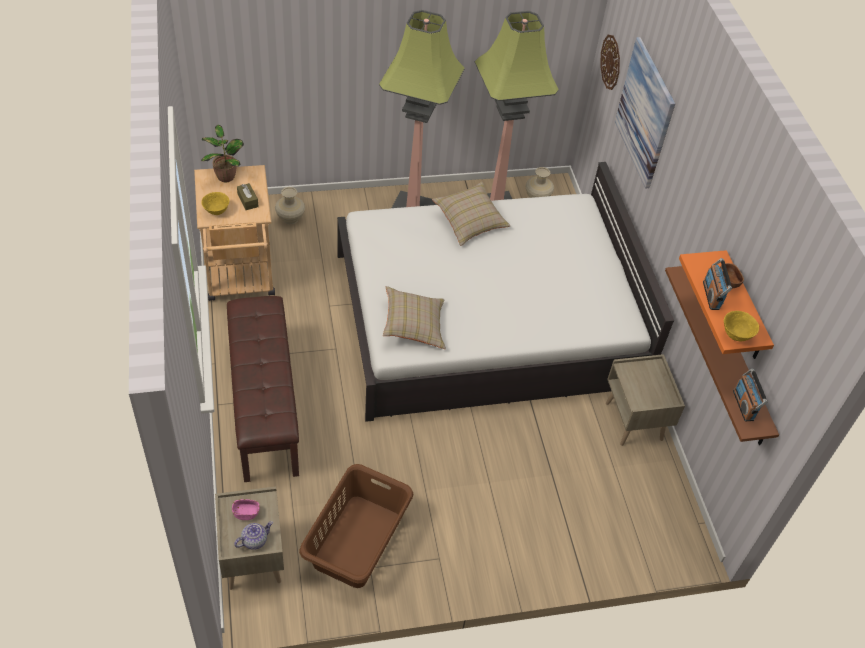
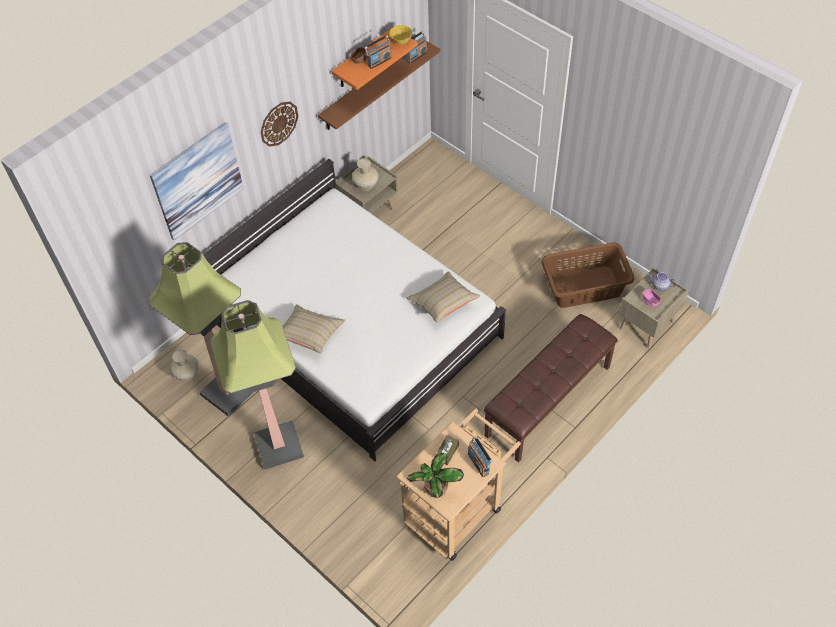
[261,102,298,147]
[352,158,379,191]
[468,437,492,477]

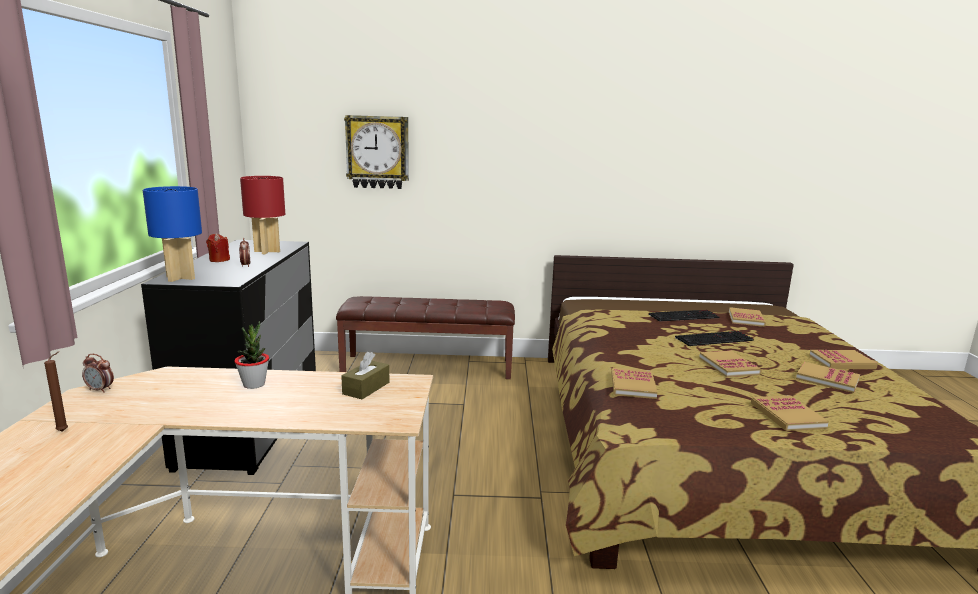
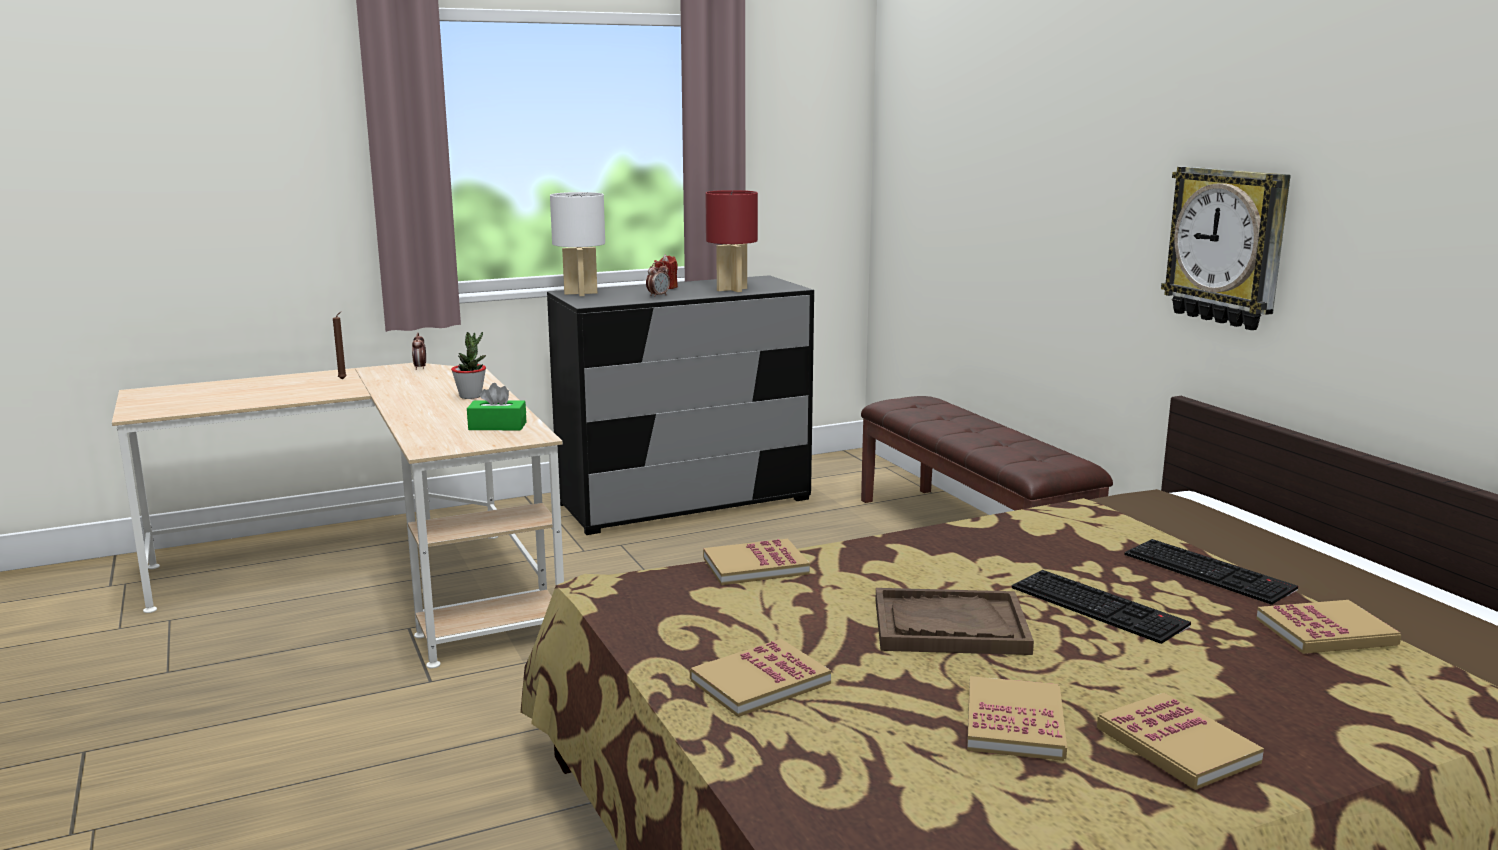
[1161,166,1291,330]
[550,192,605,296]
[875,588,1034,655]
[467,383,526,430]

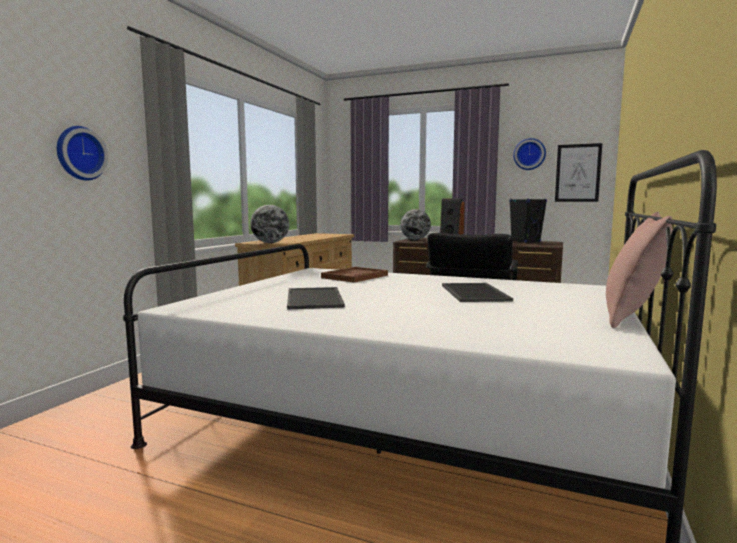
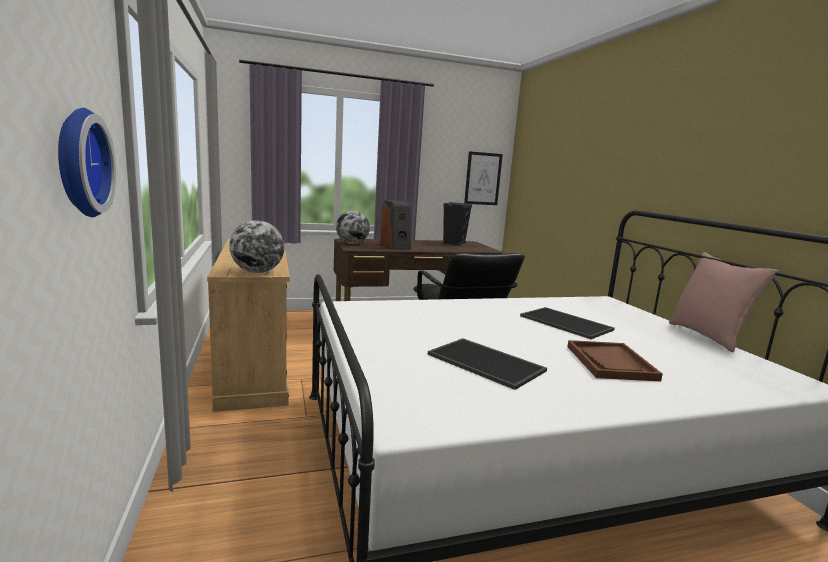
[513,138,546,170] (first image)
[567,340,663,381]

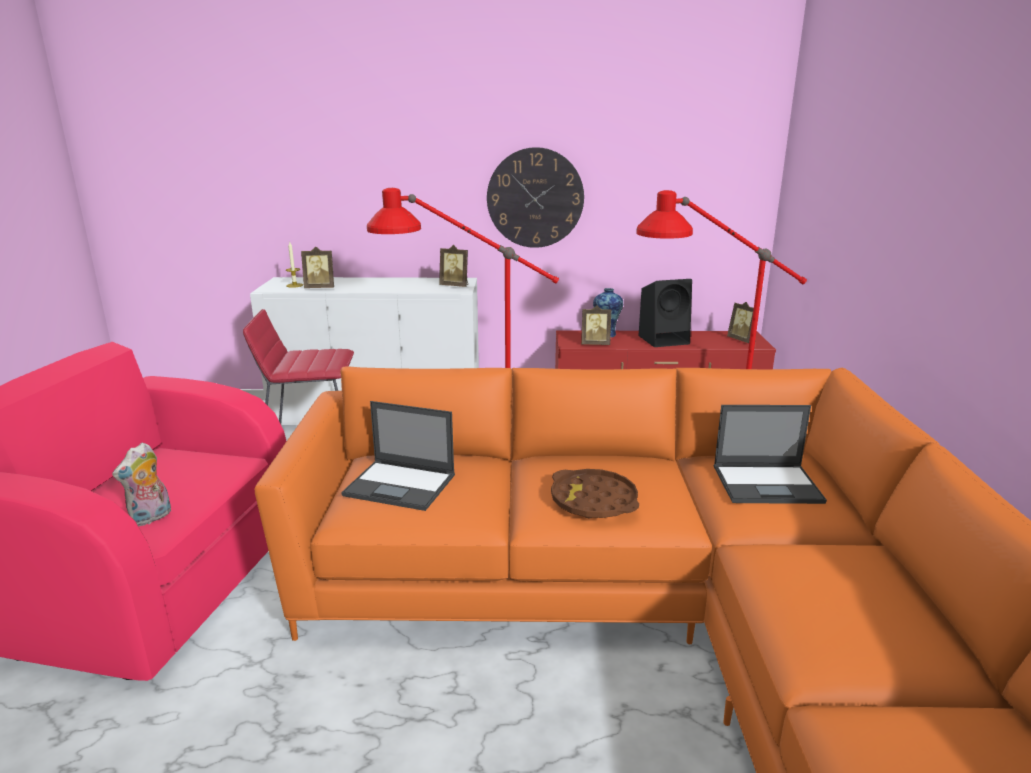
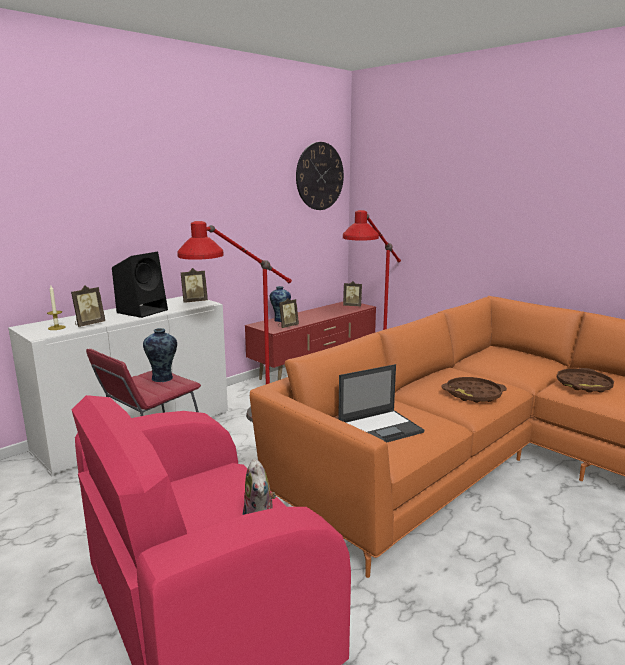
[296,142,344,210]
[112,252,168,318]
[714,405,827,504] (first image)
[143,328,177,382]
[557,368,614,393]

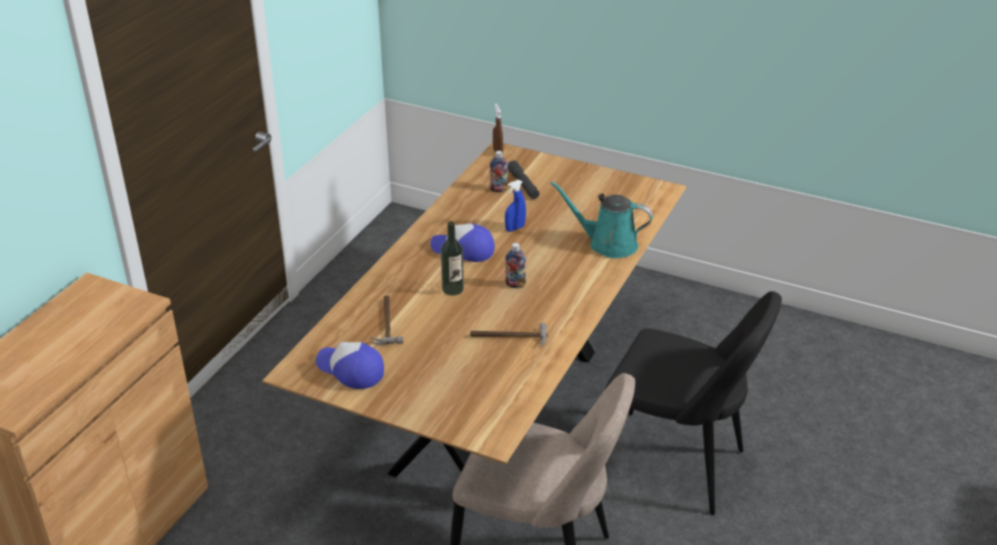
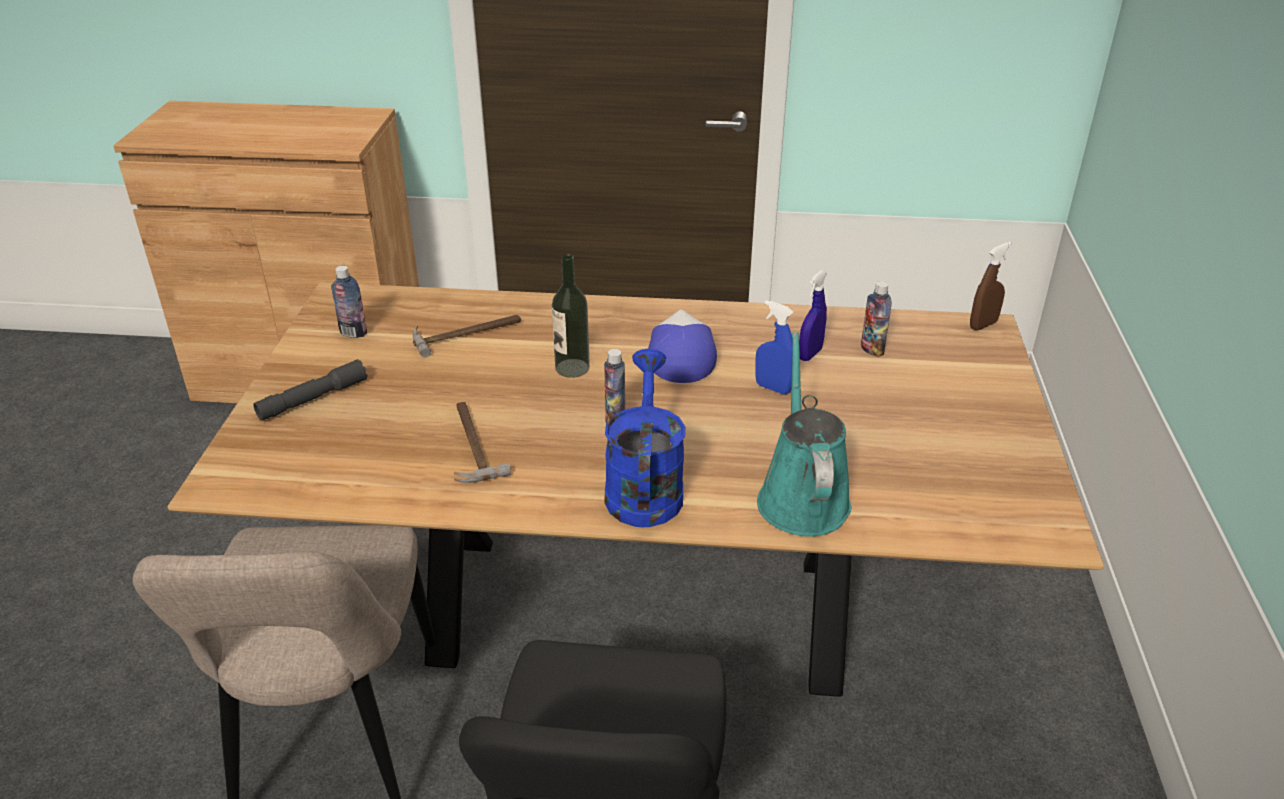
[253,359,367,421]
[331,266,367,338]
[799,270,827,361]
[605,348,685,527]

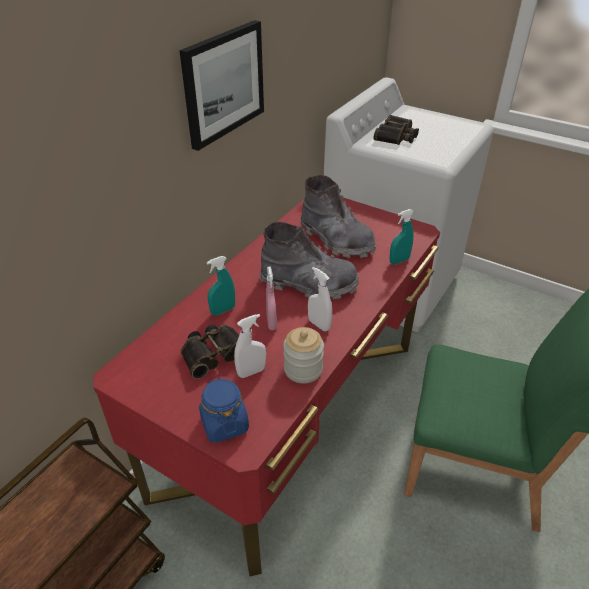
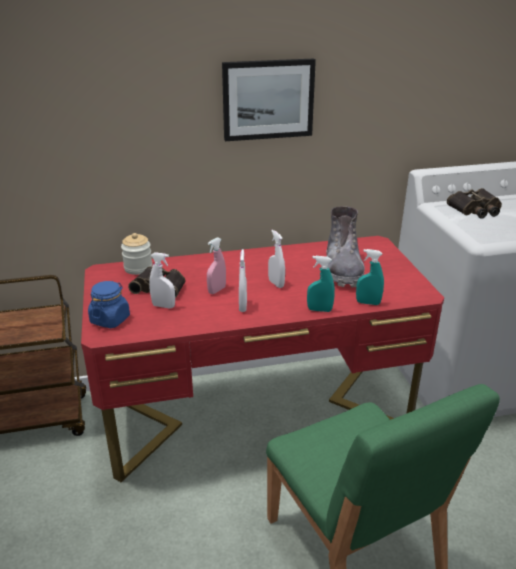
[268,230,285,288]
[307,256,335,312]
[121,233,153,275]

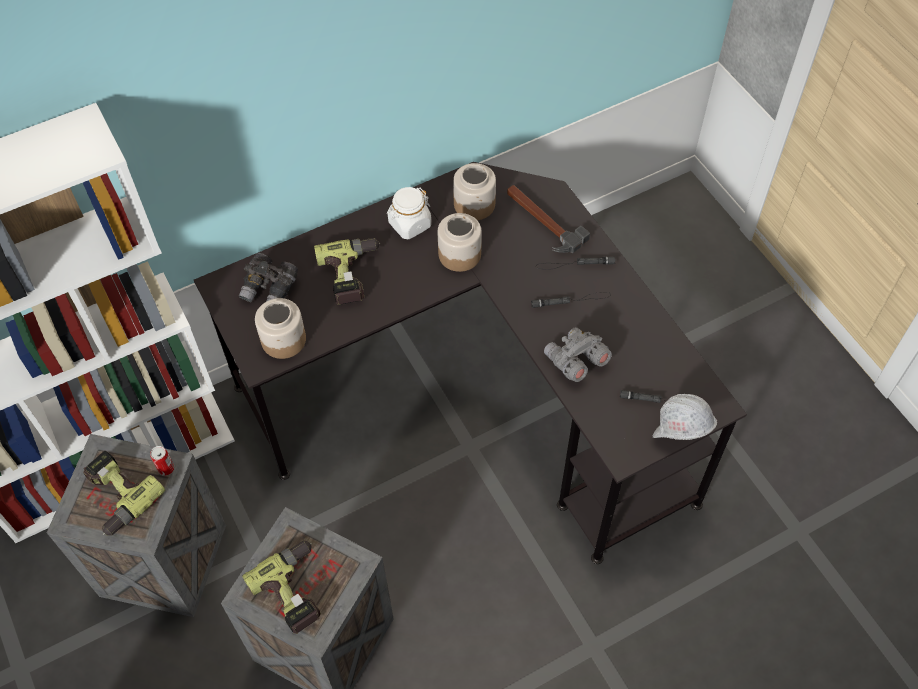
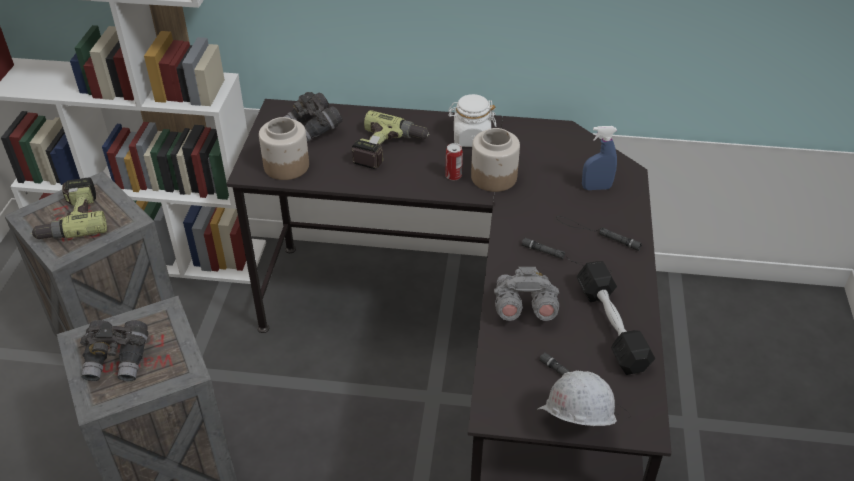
[453,163,496,220] (first image)
[582,126,617,190]
[445,143,463,181]
[80,320,148,381]
[577,261,655,375]

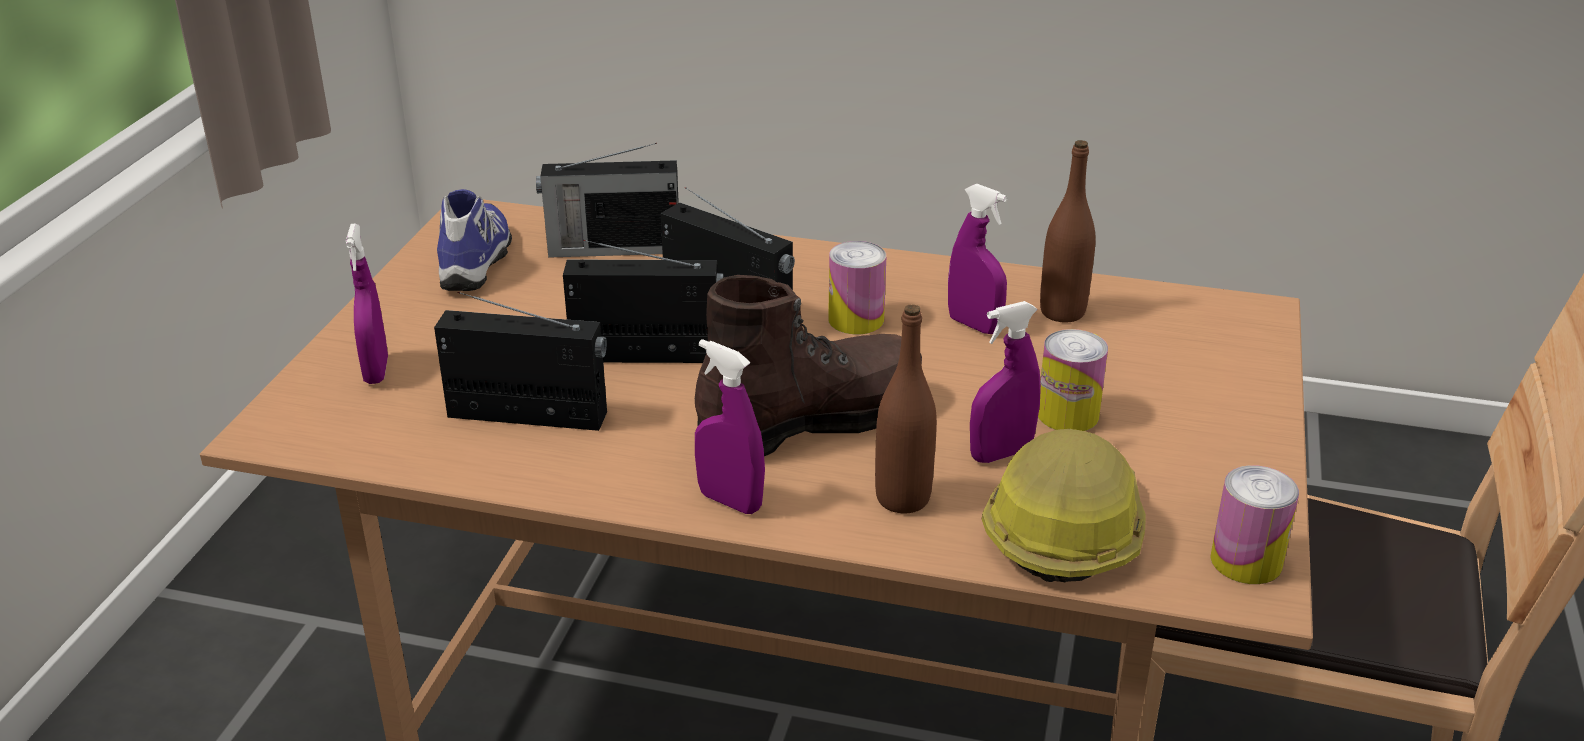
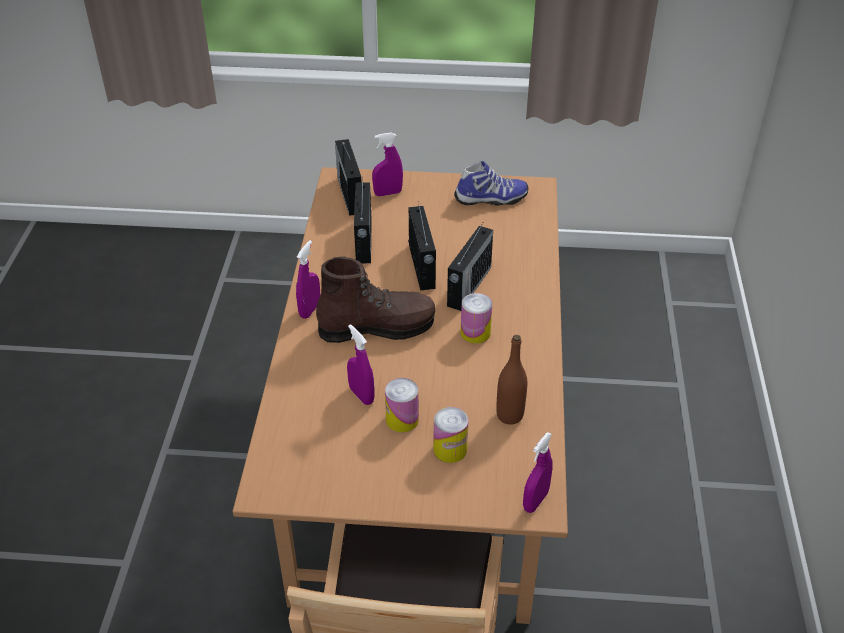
[335,139,362,216]
[523,432,553,513]
[316,256,436,343]
[875,305,937,513] (first image)
[982,429,1146,583] (first image)
[433,407,469,463]

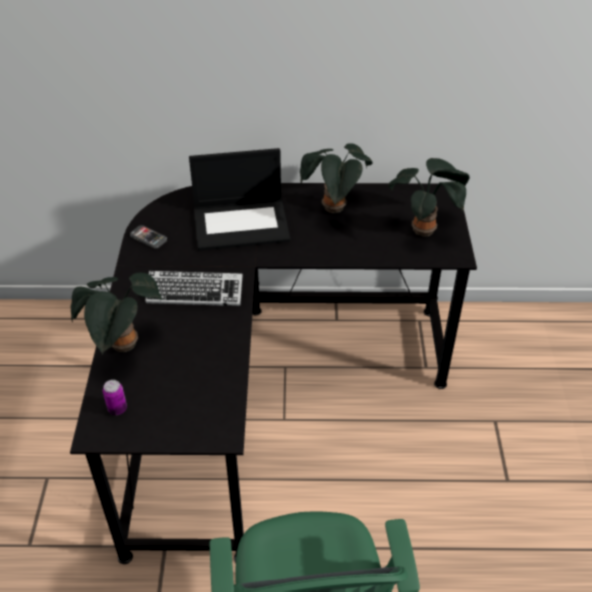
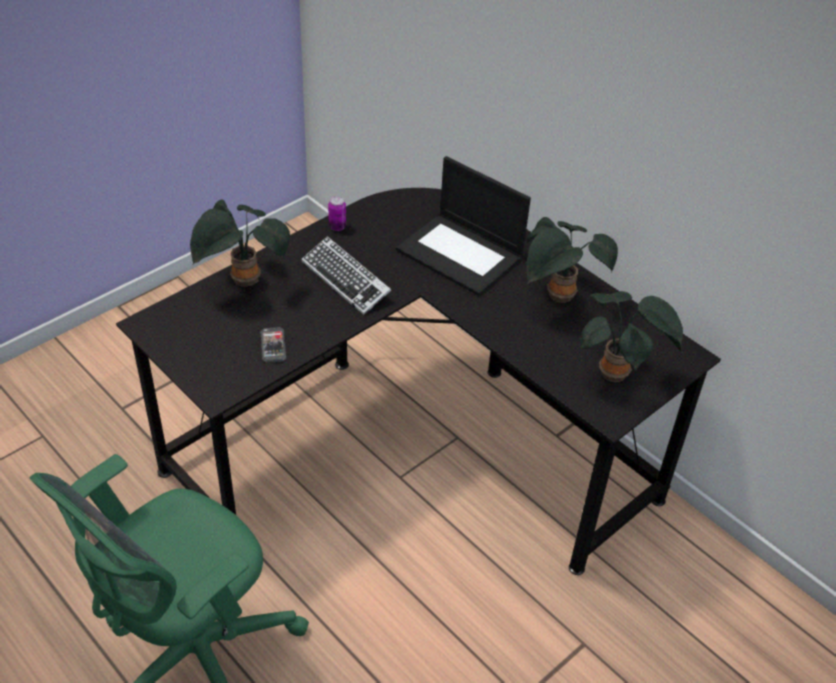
[261,327,286,363]
[328,196,346,231]

